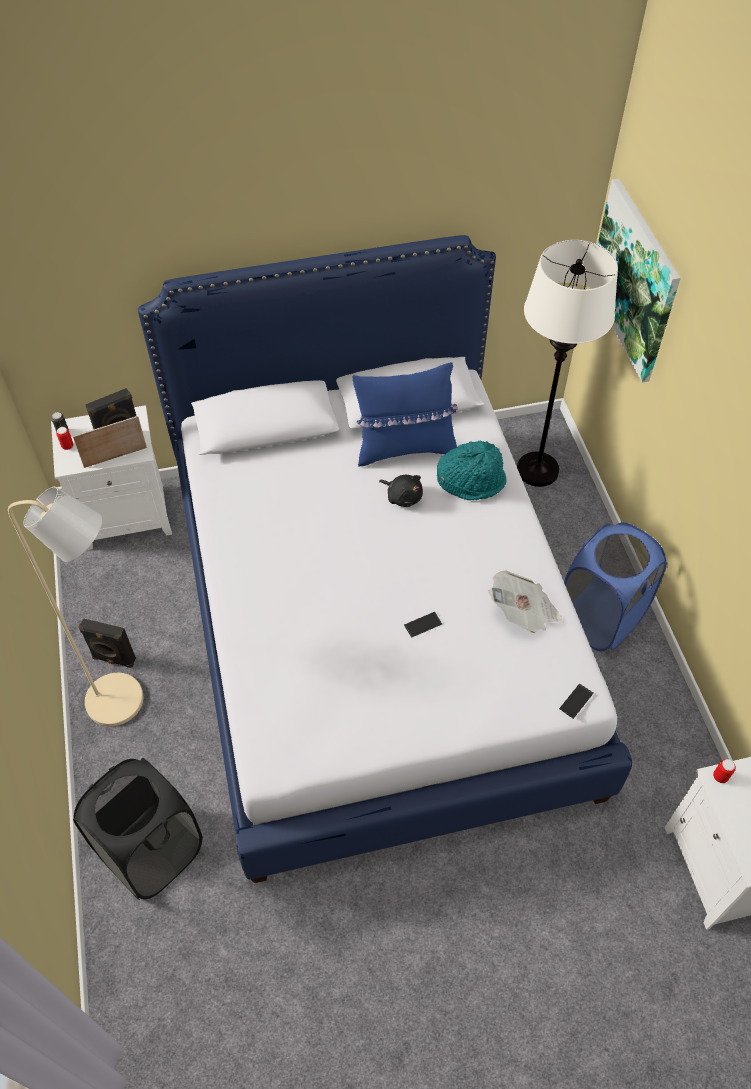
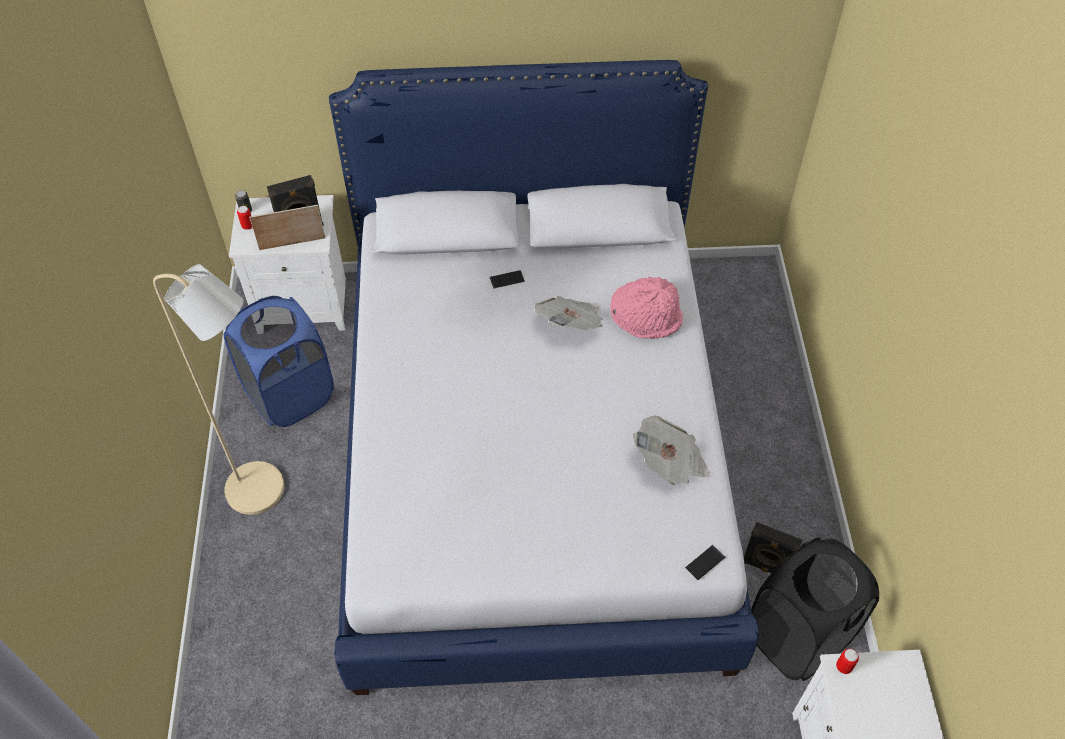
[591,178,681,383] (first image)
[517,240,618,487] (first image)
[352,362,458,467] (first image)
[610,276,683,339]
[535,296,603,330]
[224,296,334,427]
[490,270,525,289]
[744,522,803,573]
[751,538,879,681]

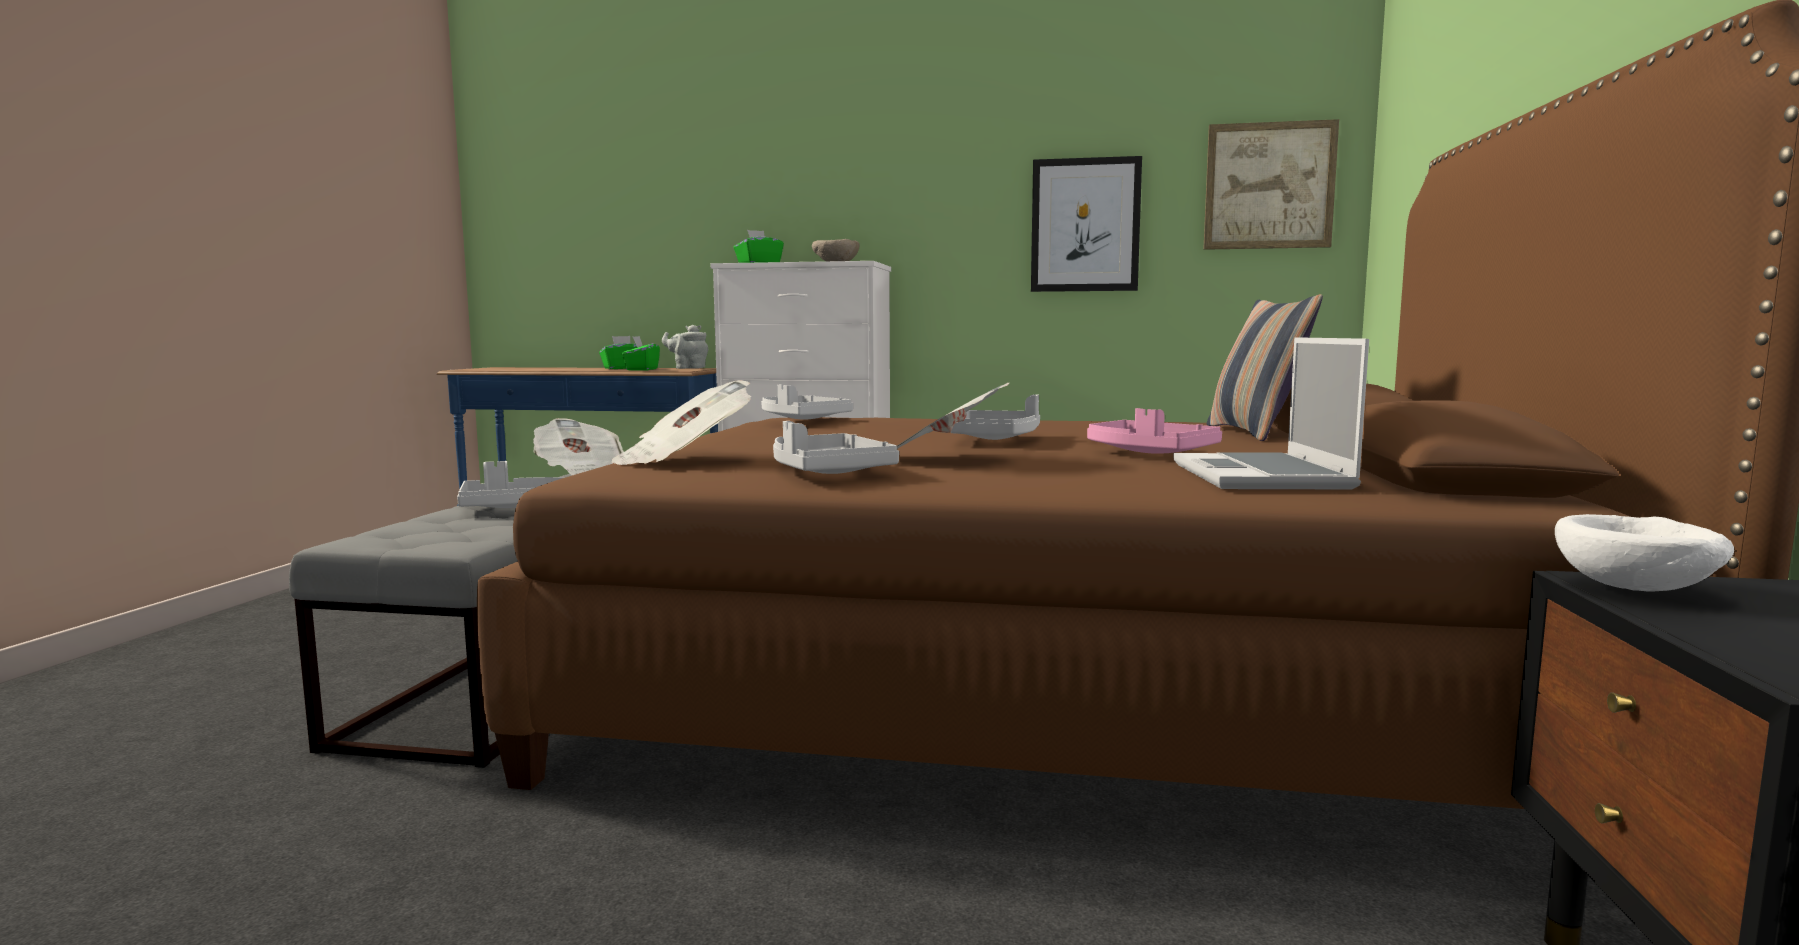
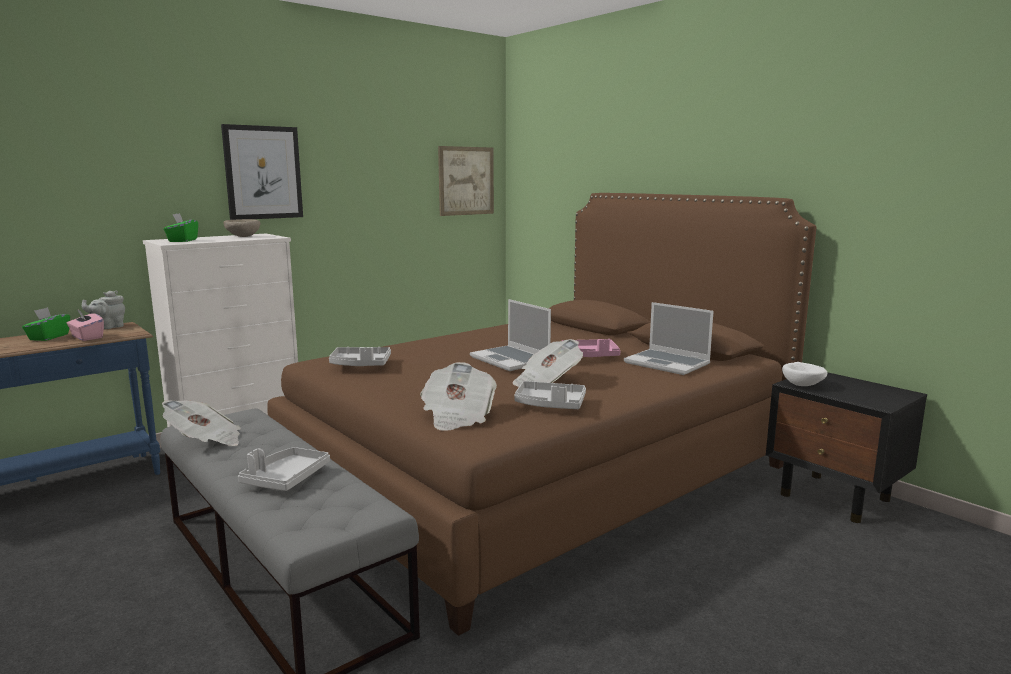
[221,124,303,220]
[1207,294,1323,441] (first image)
[67,308,104,341]
[470,299,551,371]

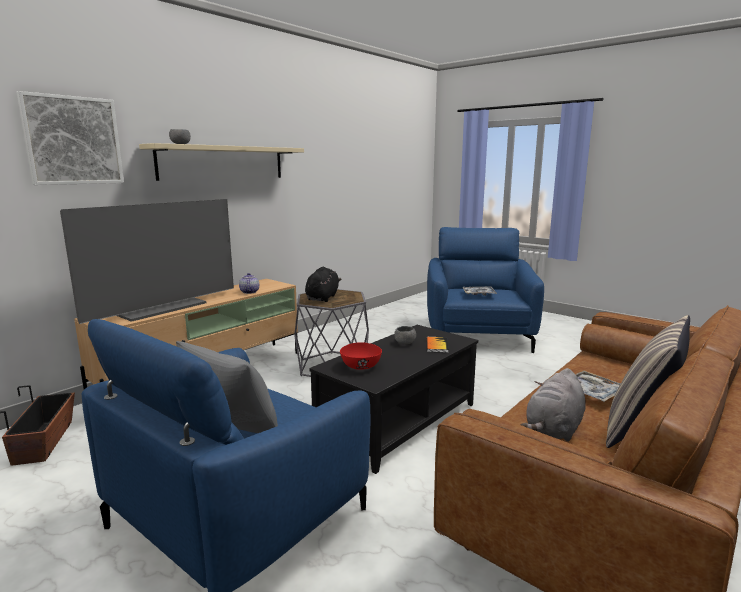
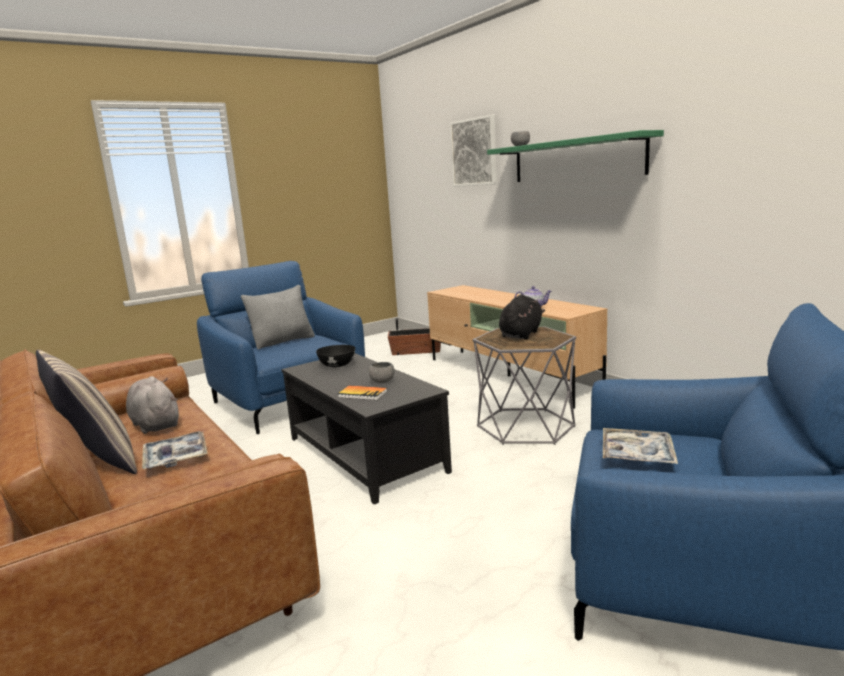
[487,130,664,182]
[60,199,234,324] (first image)
[499,294,545,340]
[316,345,355,367]

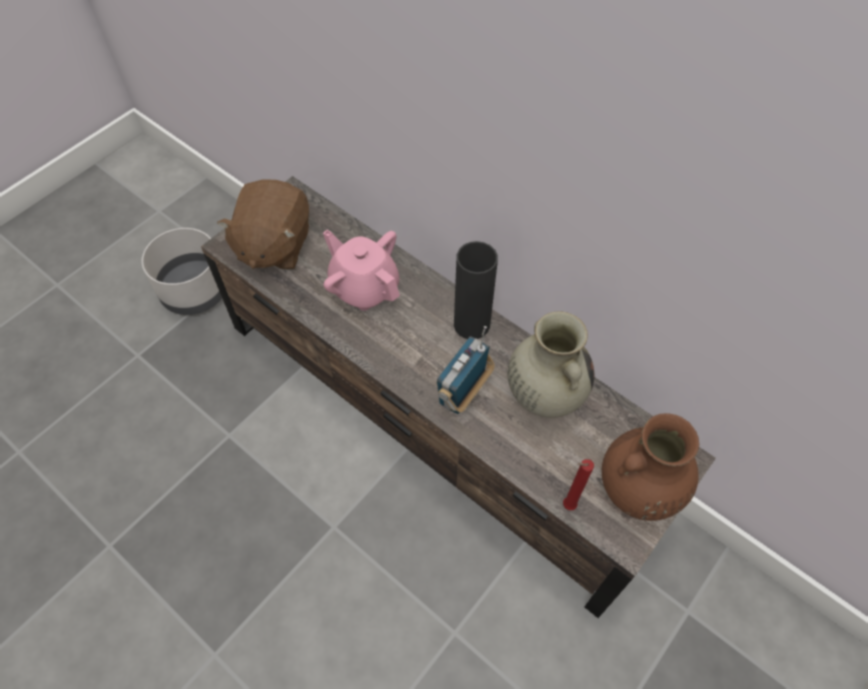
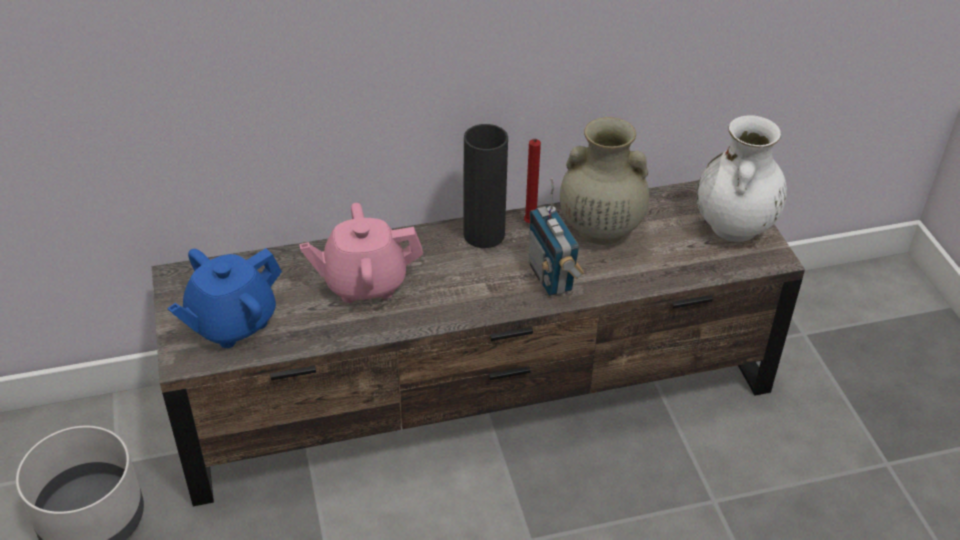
[167,248,282,348]
[697,115,787,242]
[524,139,541,223]

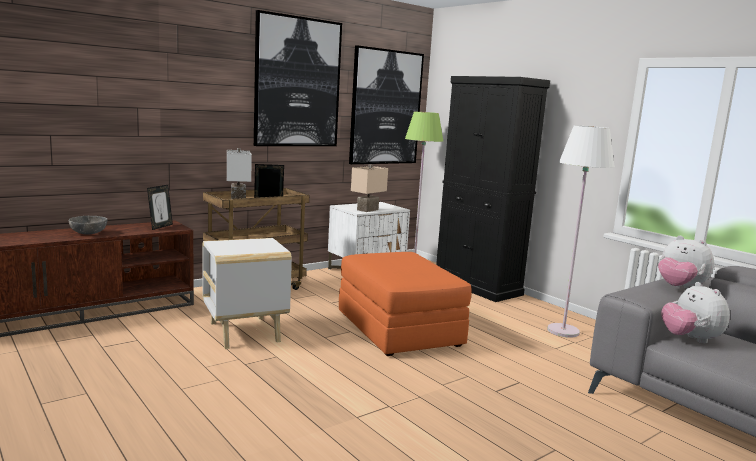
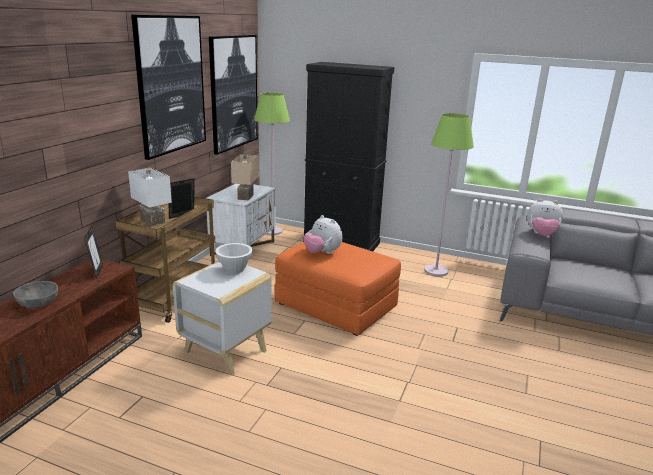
[424,113,474,277]
[303,215,342,254]
[215,243,253,274]

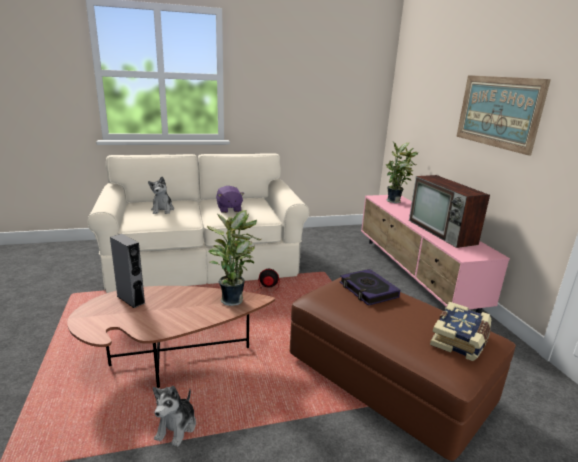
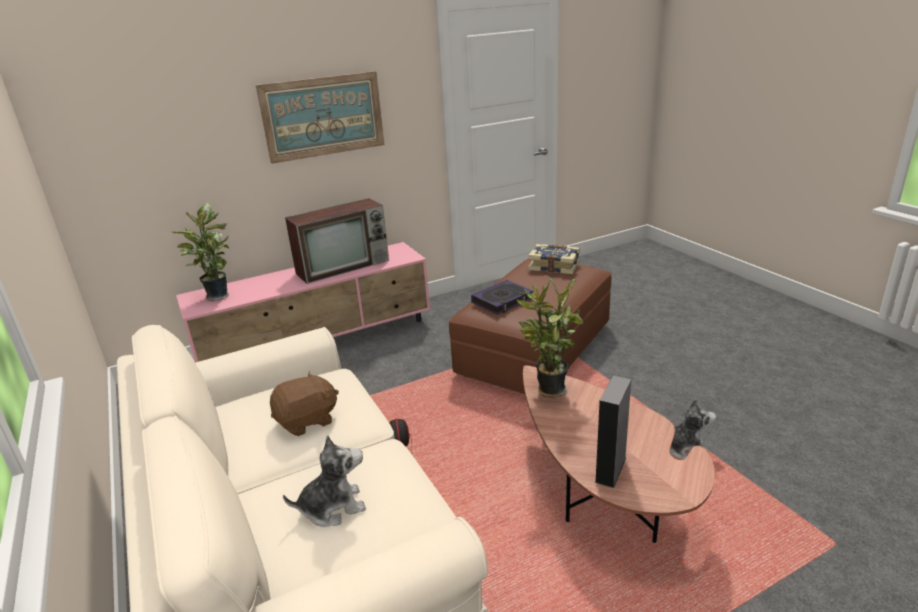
[270,371,339,436]

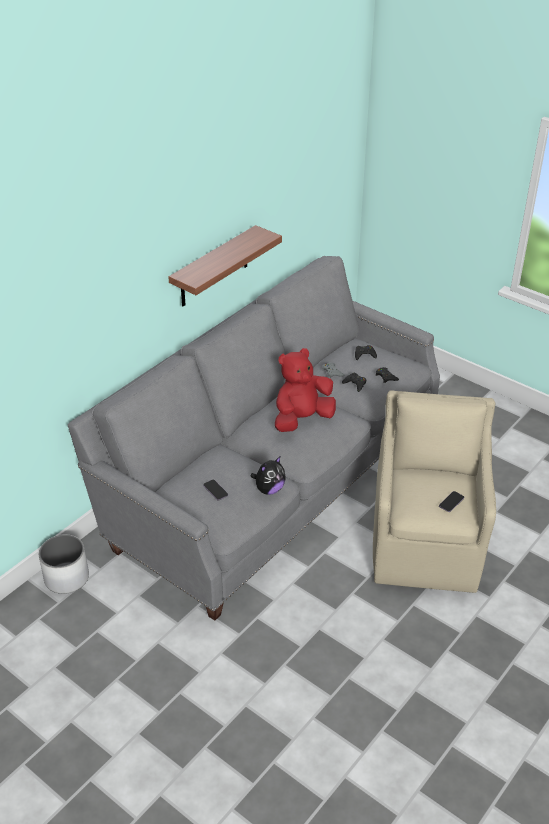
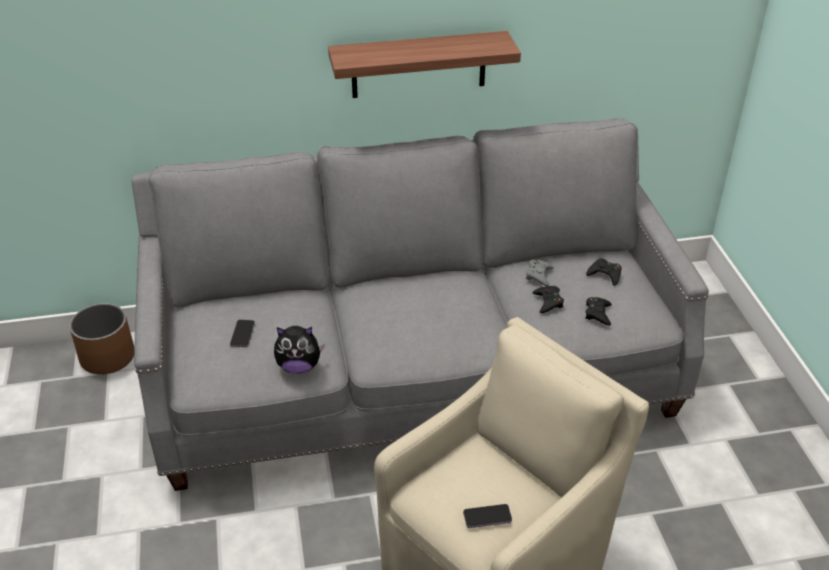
[275,348,336,432] (first image)
[70,303,134,375]

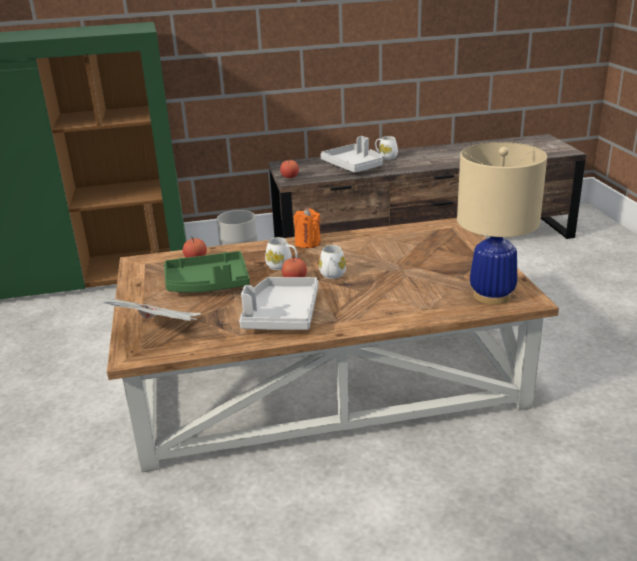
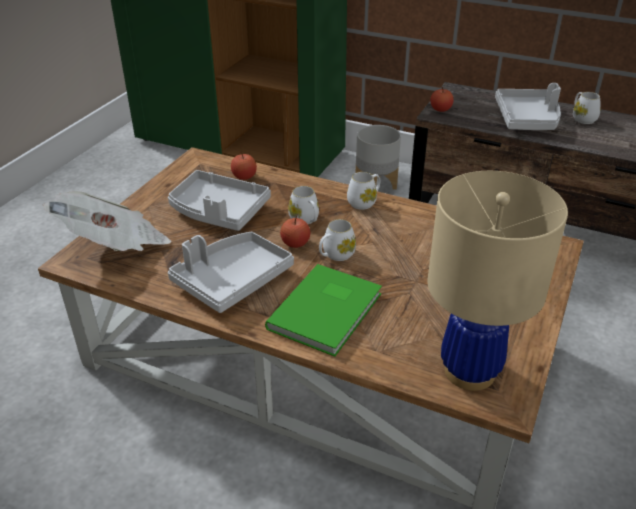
[347,172,380,210]
[168,170,271,231]
[265,264,382,357]

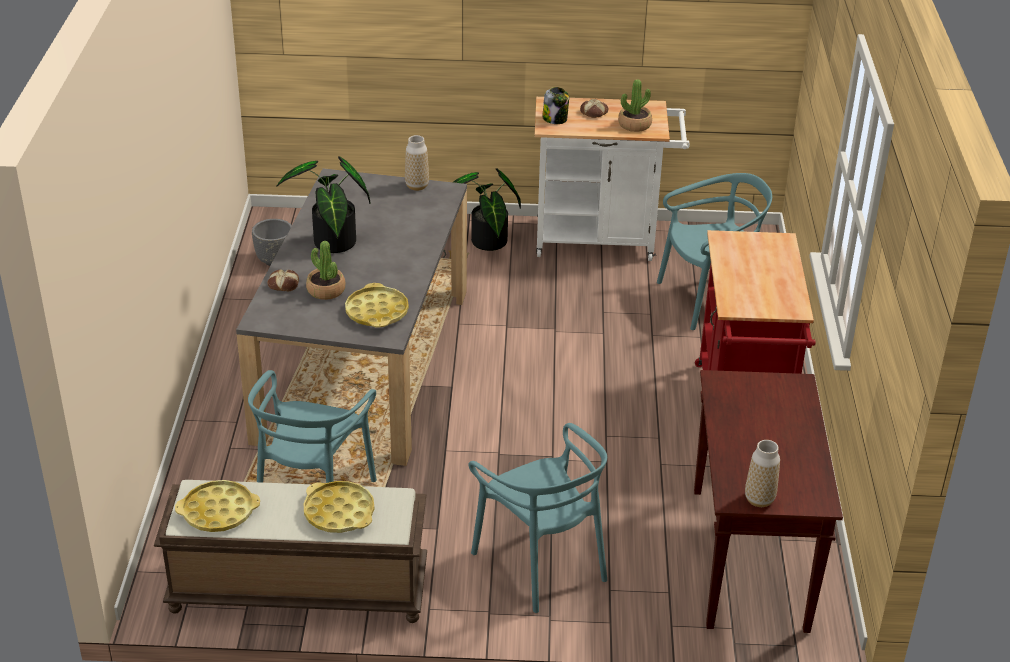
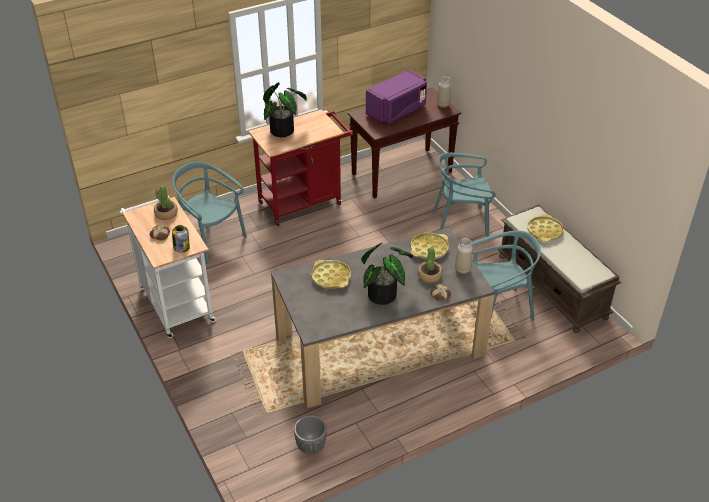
[455,238,473,274]
[263,82,307,137]
[433,153,496,237]
[311,260,351,289]
[366,69,427,123]

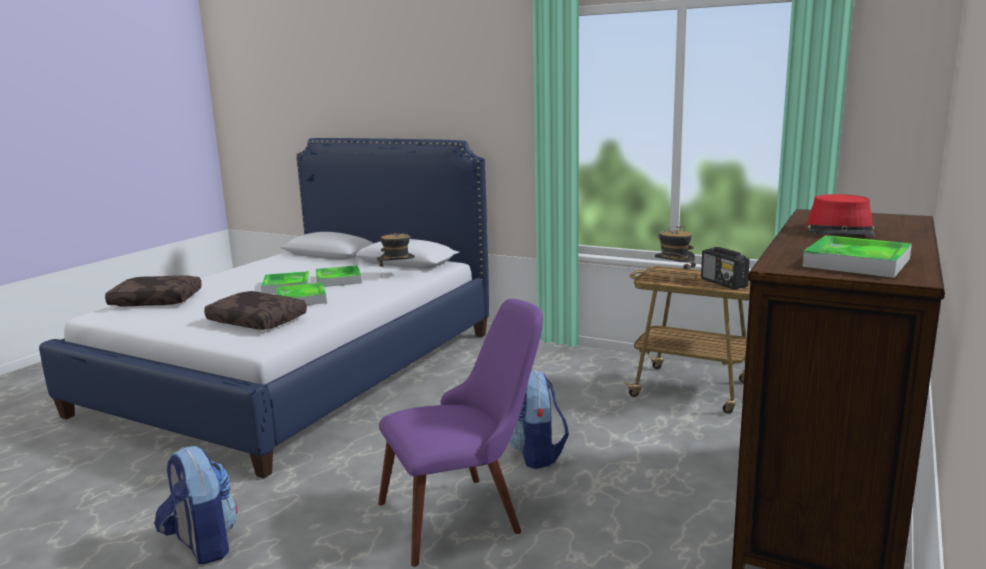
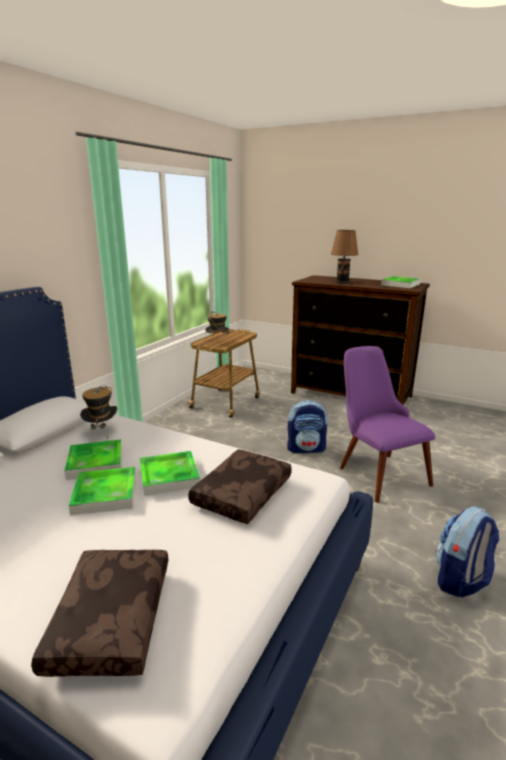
[331,230,361,286]
[701,247,750,289] (first image)

